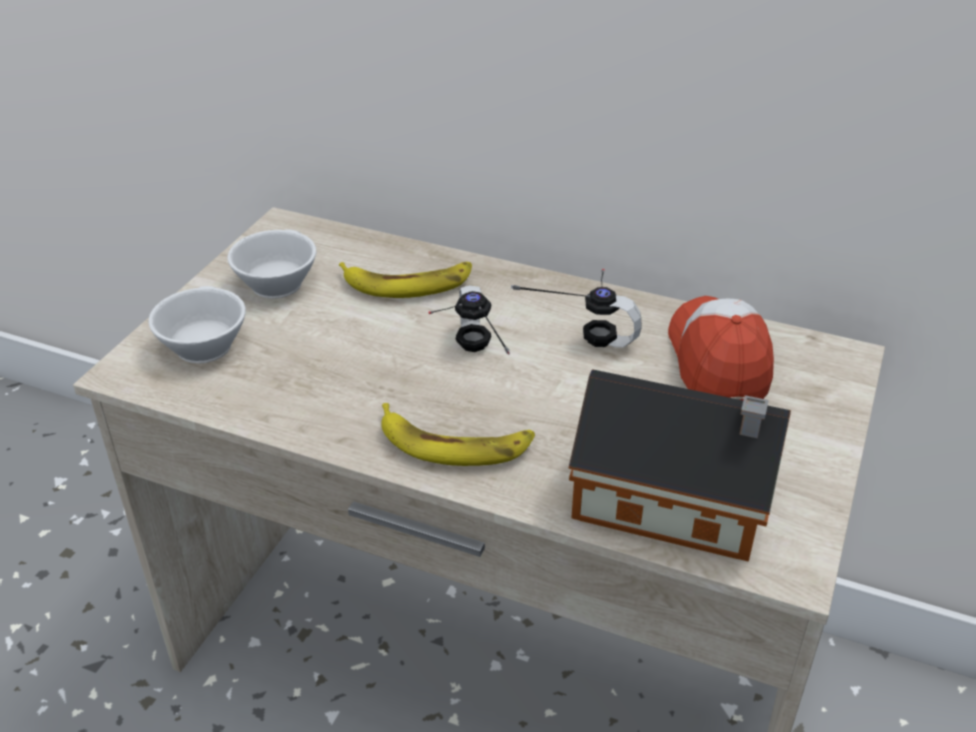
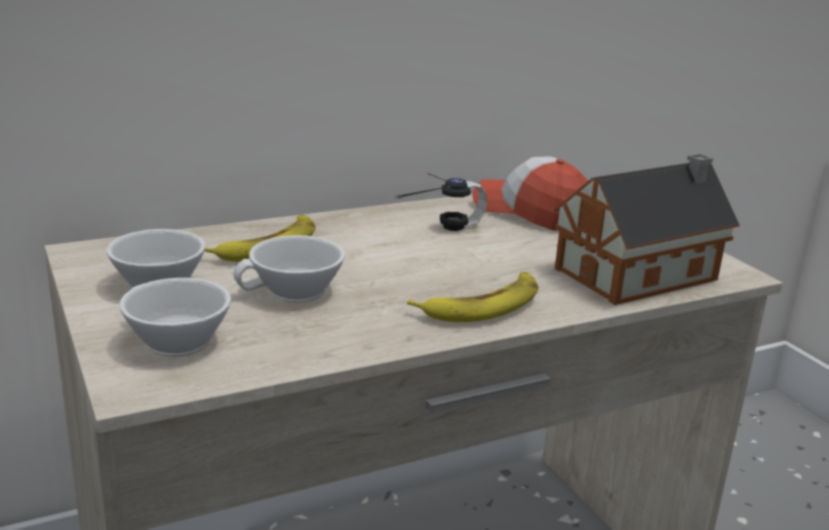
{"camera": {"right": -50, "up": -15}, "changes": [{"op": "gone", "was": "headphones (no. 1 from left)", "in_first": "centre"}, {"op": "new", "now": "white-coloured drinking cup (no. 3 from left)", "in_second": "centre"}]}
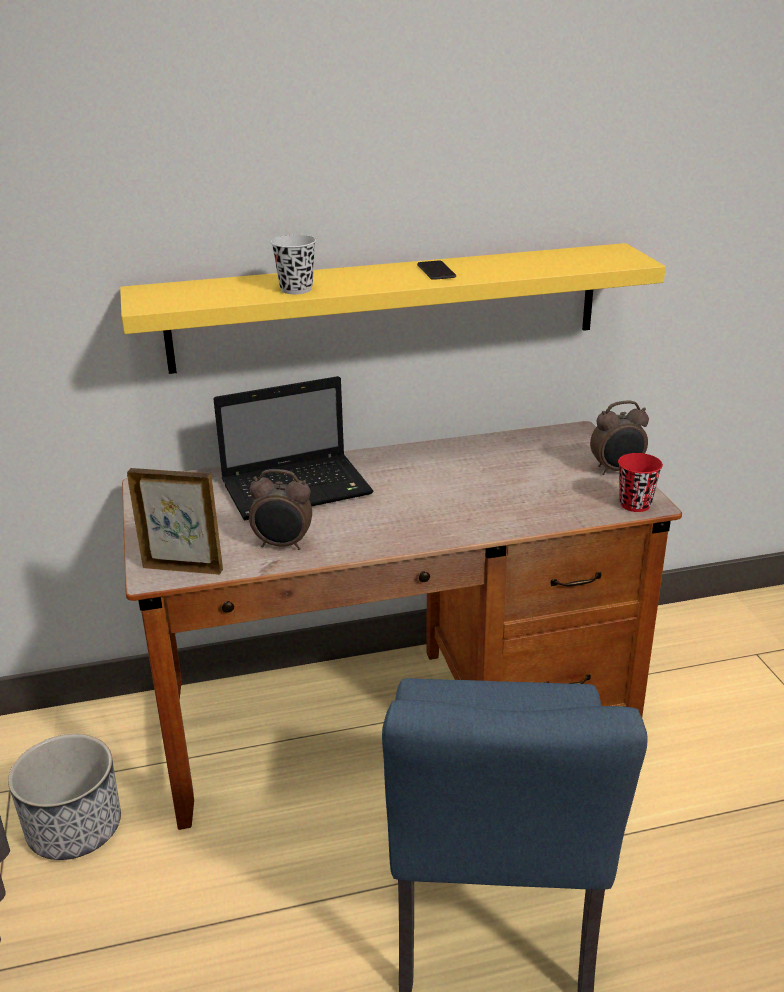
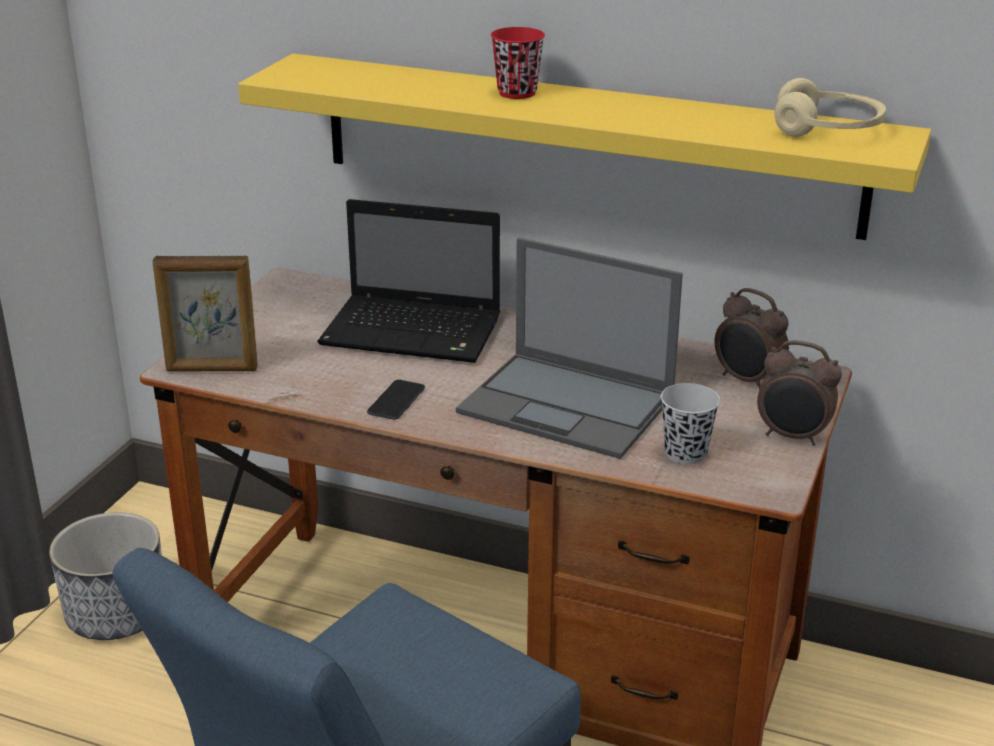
{"camera": {"right": 35, "up": 0}, "changes": [{"op": "new", "now": "portable computer (no. 2 from left)", "in_second": "centre"}, {"op": "new", "now": "beige headphones", "in_second": "top right"}, {"op": "shifted", "was": "alarm clock (no. 1 from left)", "in_first": "centre", "in_second": "middle right"}, {"op": "shifted", "was": "black drinking cup", "in_first": "top centre", "in_second": "middle right"}, {"op": "shifted", "was": "handset", "in_first": "top centre", "in_second": "centre"}, {"op": "shifted", "was": "red drinking cup", "in_first": "middle right", "in_second": "top centre"}, {"op": "rotated", "was": "standing frame", "in_first": "middle left", "in_second": "middle left", "clockwise": 135}]}
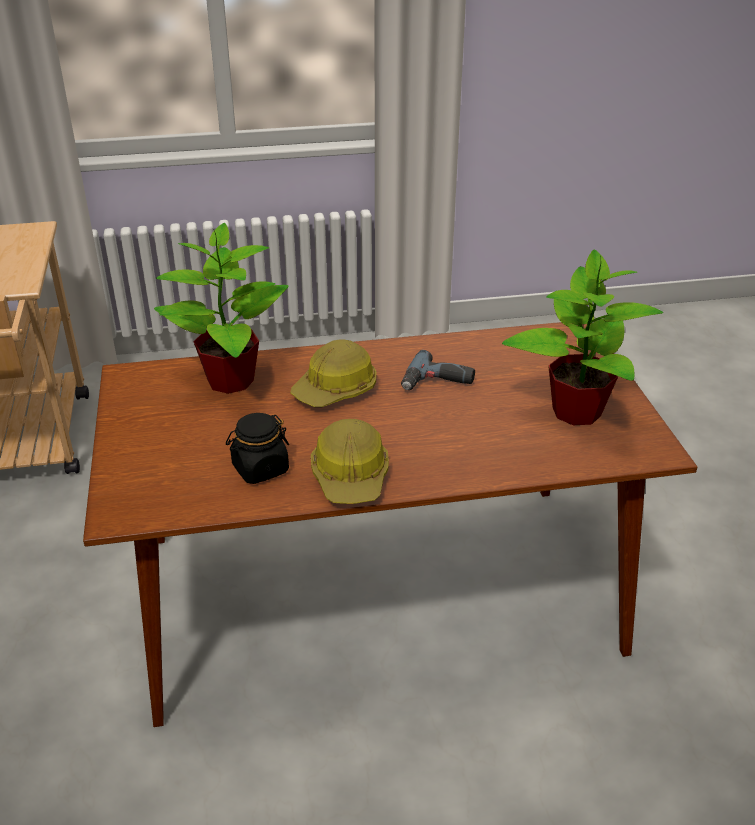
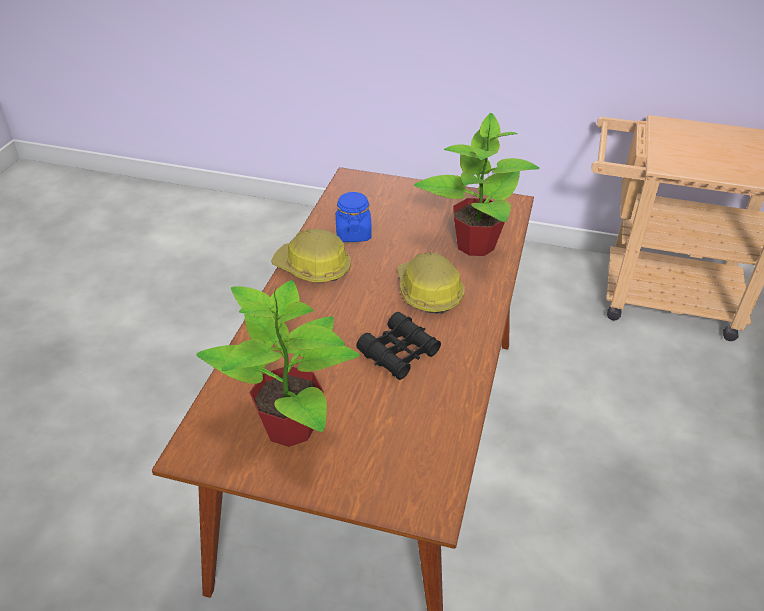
{"camera": {"right": 115, "up": 5}, "changes": [{"op": "swapped", "was": "drill", "now": "black pair of binoculars", "in_first": "centre", "in_second": "centre"}, {"op": "repainted", "was": "black storage jar", "now": "blue storage jar", "in_first": "centre", "in_second": "centre"}]}
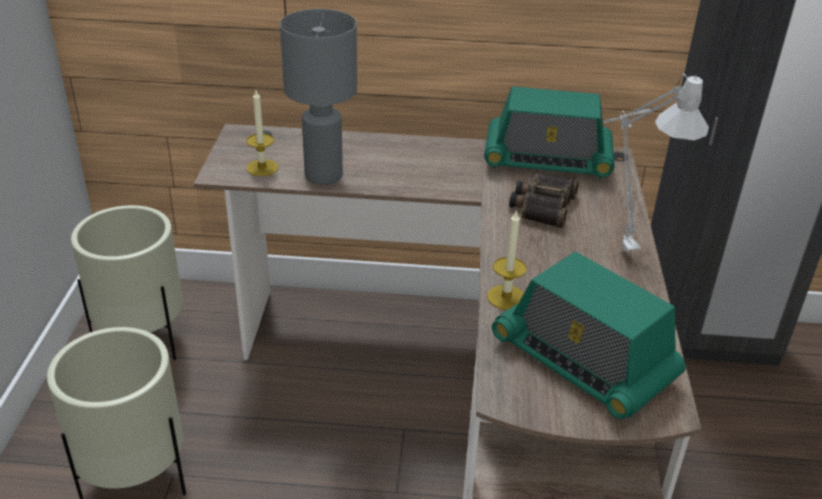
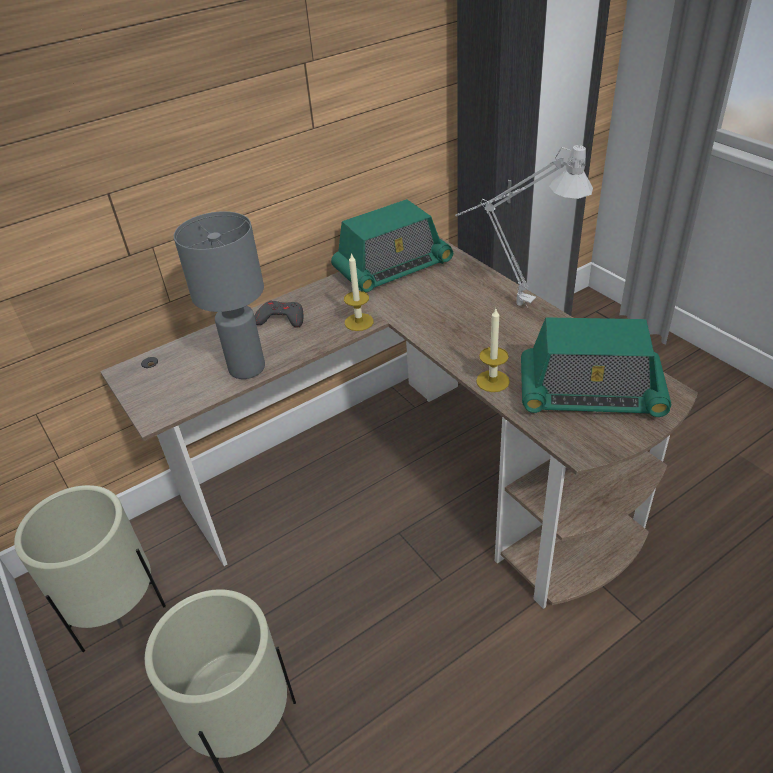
{"camera": {"right": -35, "up": 5}, "changes": [{"op": "gone", "was": "pair of binoculars", "in_first": "centre"}, {"op": "new", "now": "gray joypad", "in_second": "centre"}, {"op": "shifted", "was": "candle (no. 1 from left)", "in_first": "top left", "in_second": "centre"}]}
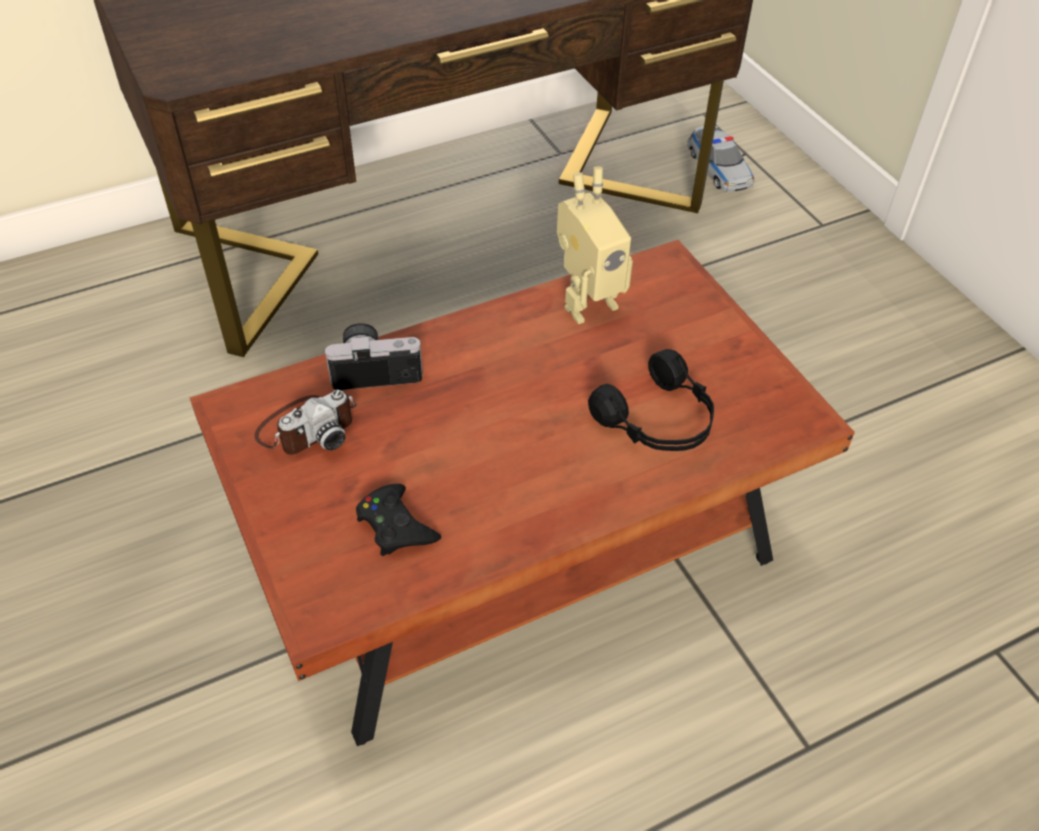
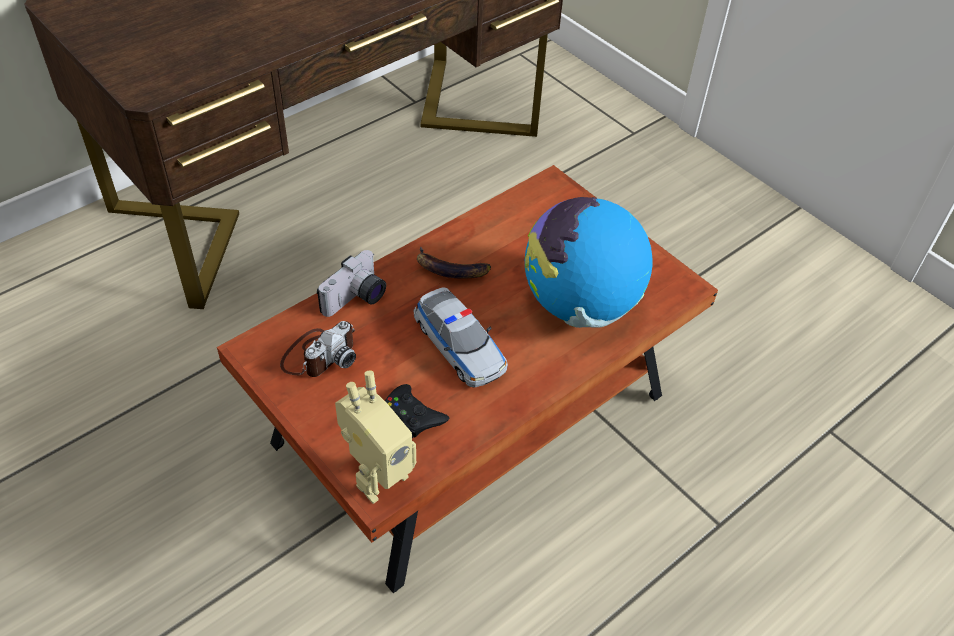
{"camera": {"right": -15, "up": 0}, "changes": [{"op": "new", "now": "whole banana", "in_second": "centre"}, {"op": "shifted", "was": "toy robot", "in_first": "top centre", "in_second": "bottom centre"}, {"op": "shifted", "was": "toy car", "in_first": "top right", "in_second": "centre"}, {"op": "swapped", "was": "black headphones", "now": "desk globe", "in_first": "centre", "in_second": "centre"}, {"op": "rotated", "was": "still camera (no. 2 from left)", "in_first": "centre", "in_second": "centre", "clockwise": 150}]}
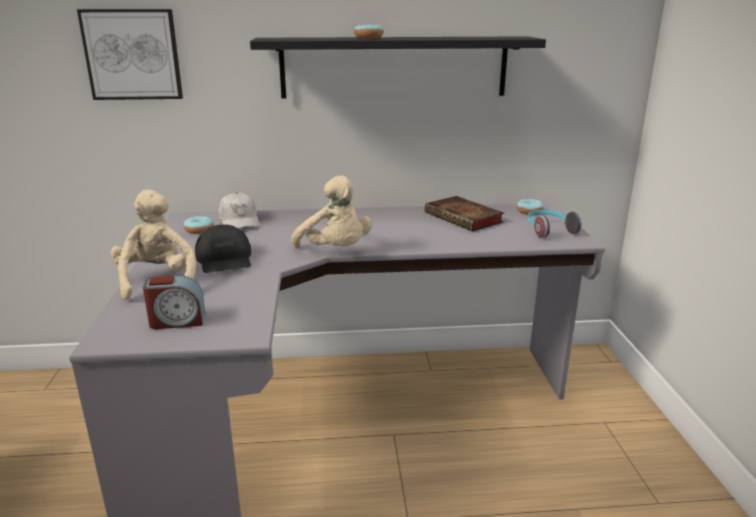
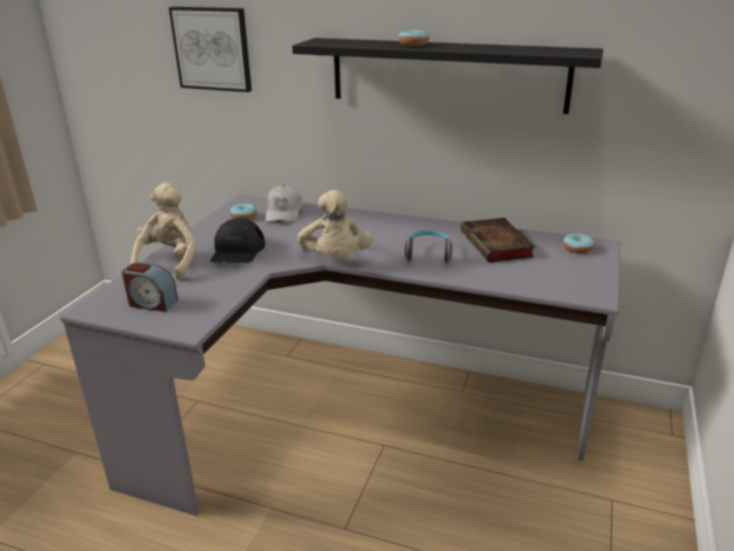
{"camera": {"right": 25, "up": 5}, "changes": [{"op": "shifted", "was": "headphones", "in_first": "middle right", "in_second": "centre"}]}
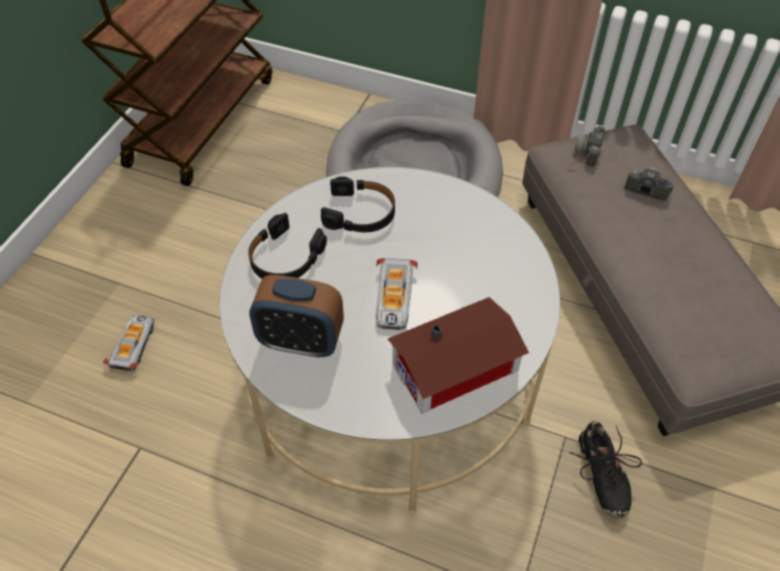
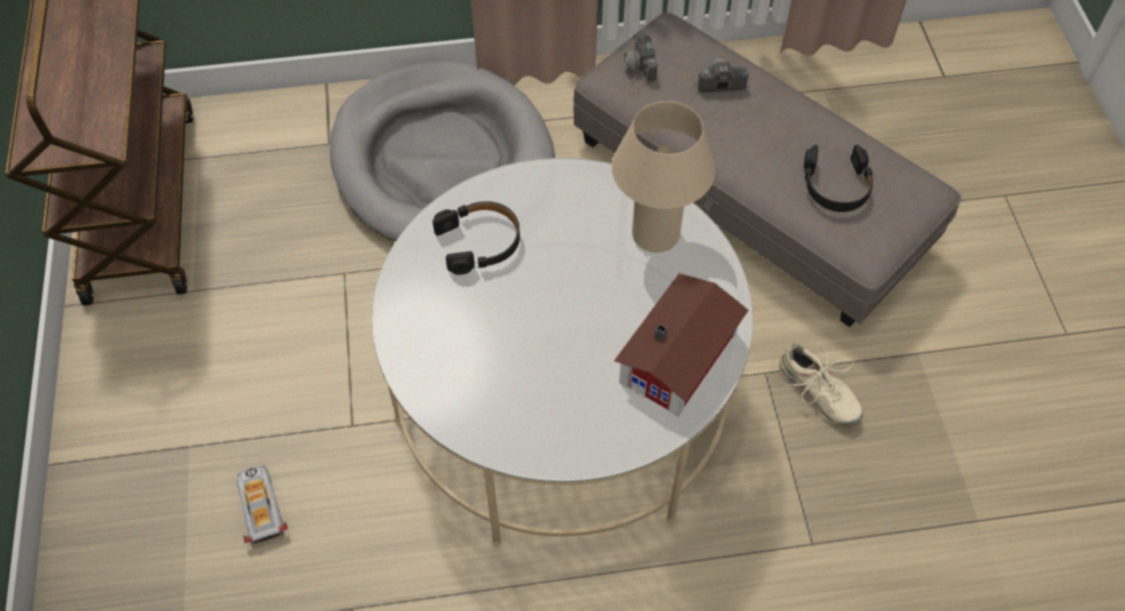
{"camera": {"right": -30, "up": 5}, "changes": [{"op": "gone", "was": "alarm clock", "in_first": "centre"}, {"op": "gone", "was": "toy car (no. 2 from left)", "in_first": "centre"}, {"op": "new", "now": "beige tabletop lamp", "in_second": "top centre"}, {"op": "shifted", "was": "black headphones (no. 1 from left in the first image)", "now": "black headphones (no. 2 from left)", "in_first": "centre", "in_second": "top right"}, {"op": "repainted", "was": "black low shoe", "now": "beige low shoe", "in_first": "bottom right", "in_second": "middle right"}]}
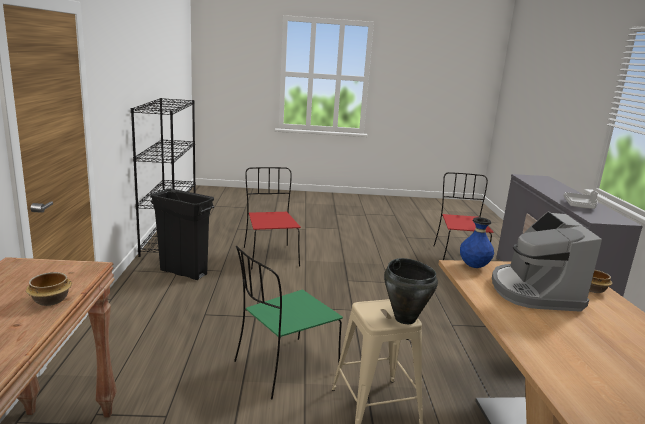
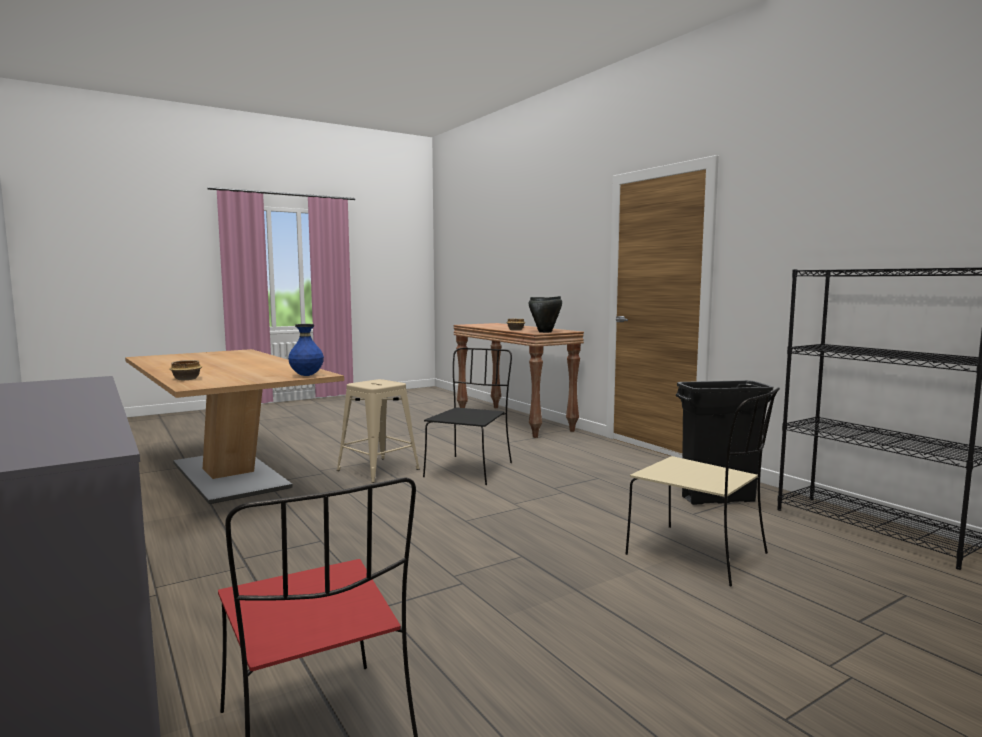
{"camera": {"right": 150, "up": -10}, "changes": [{"op": "gone", "was": "coffee brewer", "in_first": "middle right"}, {"op": "gone", "was": "gray tray", "in_first": "middle right"}, {"op": "shifted", "was": "black stockpot", "in_first": "bottom centre", "in_second": "centre"}, {"op": "repainted", "was": "greenish chair", "now": "black chair", "in_first": "bottom centre", "in_second": "centre"}, {"op": "repainted", "was": "red chair (no. 1 from left)", "now": "beige chair", "in_first": "centre", "in_second": "middle right"}]}
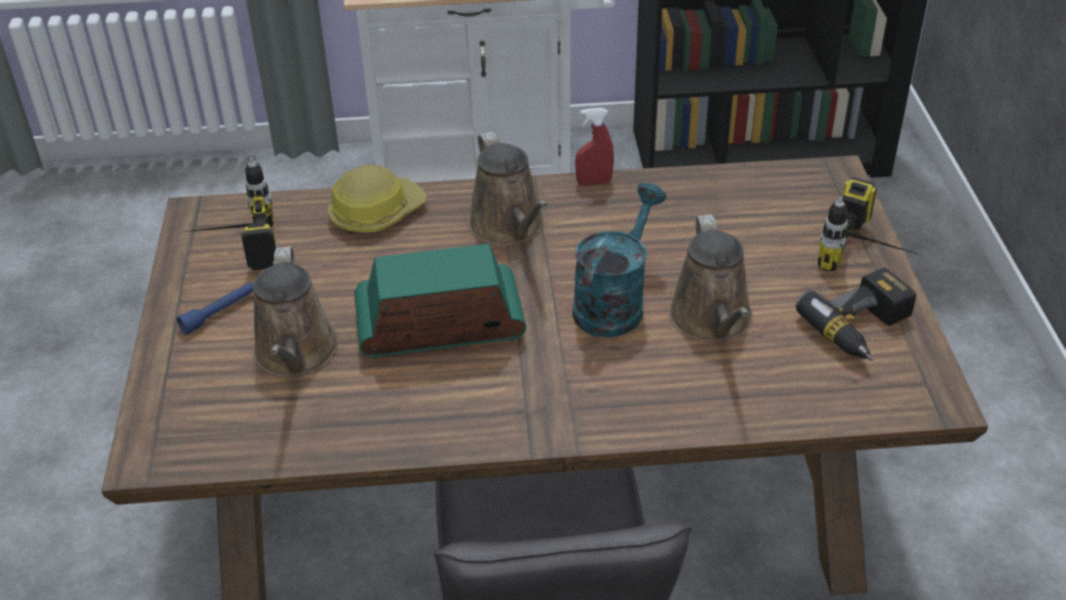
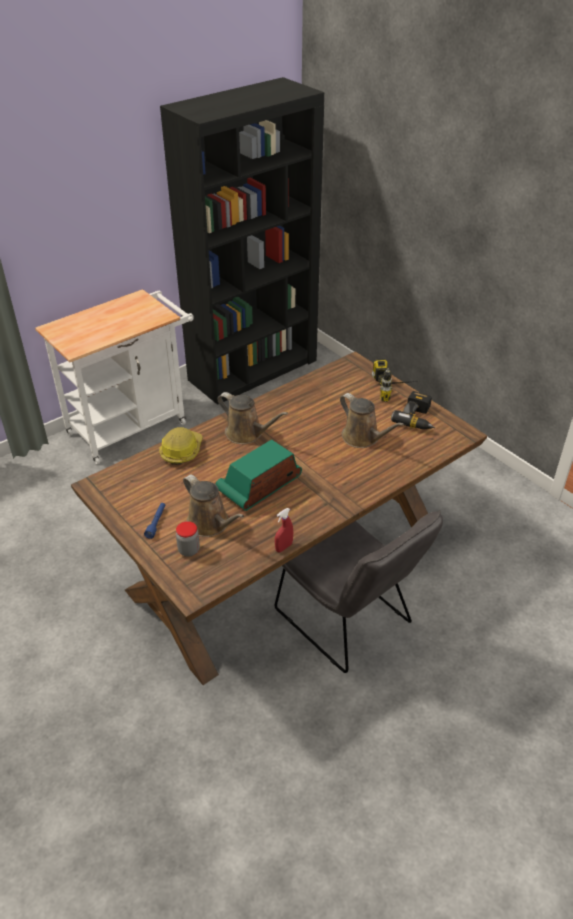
{"camera": {"right": -35, "up": 0}, "changes": [{"op": "gone", "was": "drill (no. 1 from left)", "in_first": "middle left"}, {"op": "gone", "was": "turquoise-coloured sprinkling can", "in_first": "centre"}, {"op": "new", "now": "storage jar", "in_second": "middle left"}, {"op": "shifted", "was": "red spray bottle", "in_first": "top centre", "in_second": "centre"}]}
